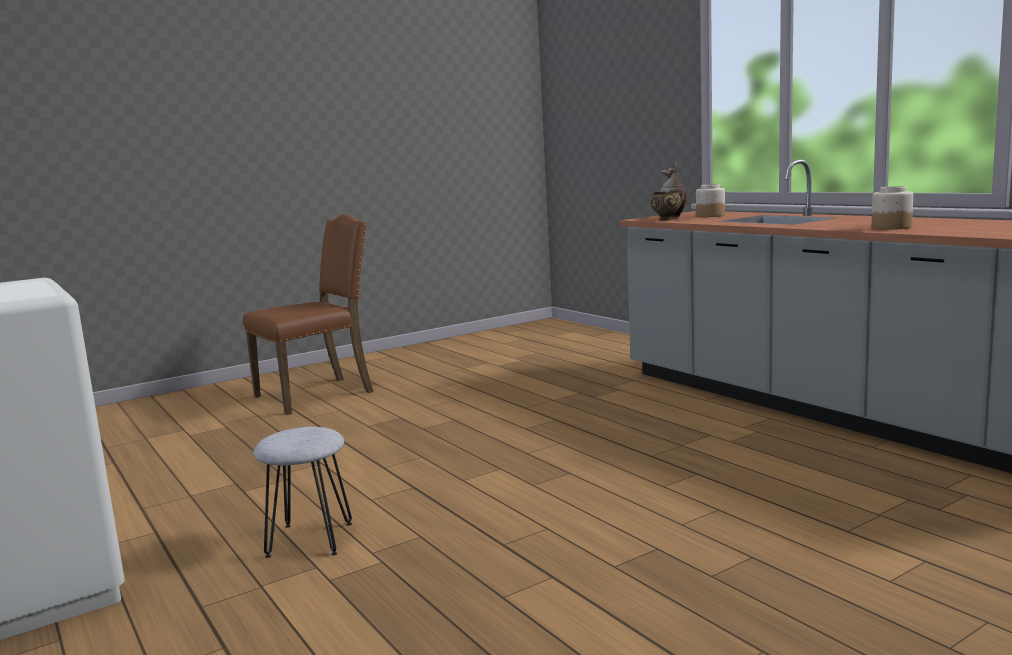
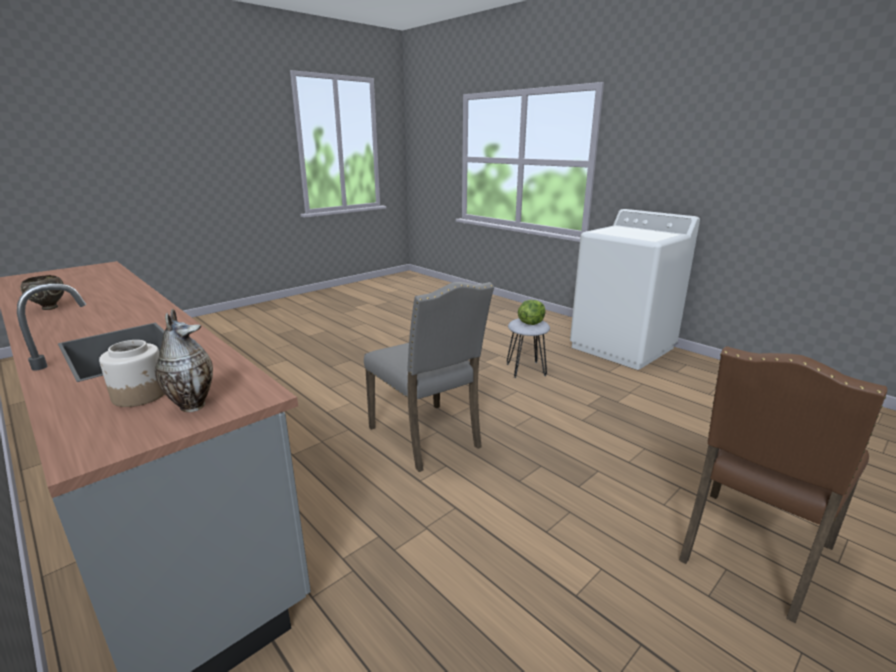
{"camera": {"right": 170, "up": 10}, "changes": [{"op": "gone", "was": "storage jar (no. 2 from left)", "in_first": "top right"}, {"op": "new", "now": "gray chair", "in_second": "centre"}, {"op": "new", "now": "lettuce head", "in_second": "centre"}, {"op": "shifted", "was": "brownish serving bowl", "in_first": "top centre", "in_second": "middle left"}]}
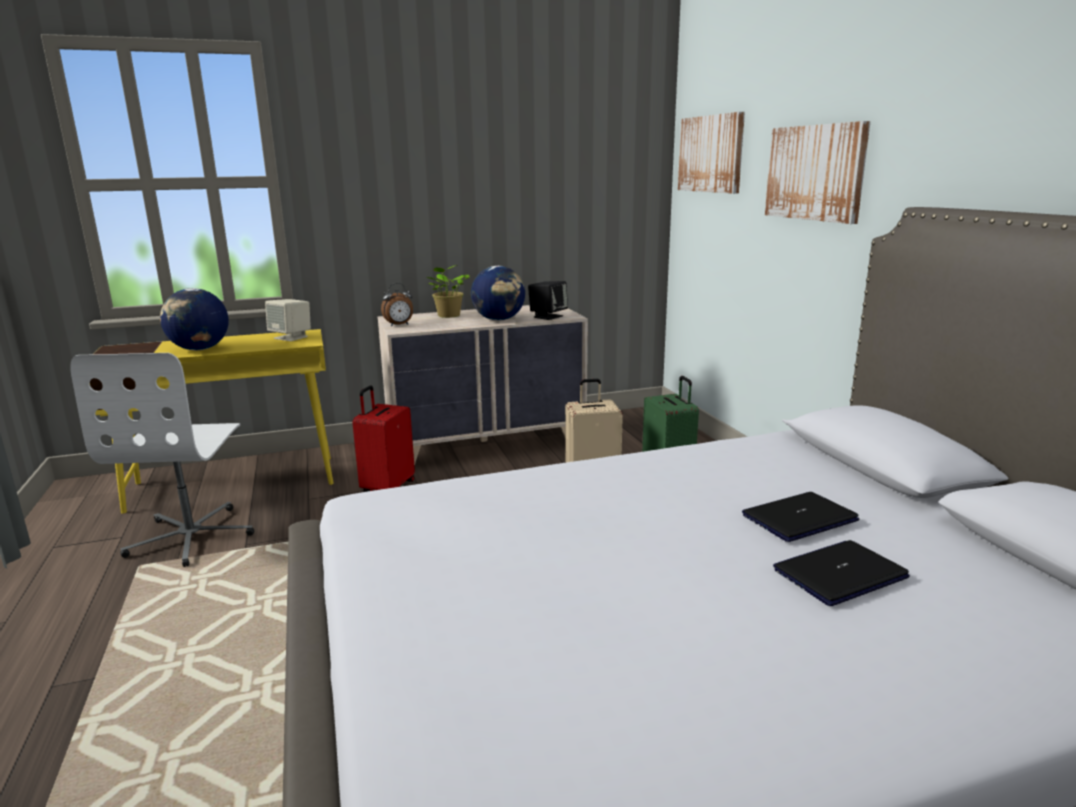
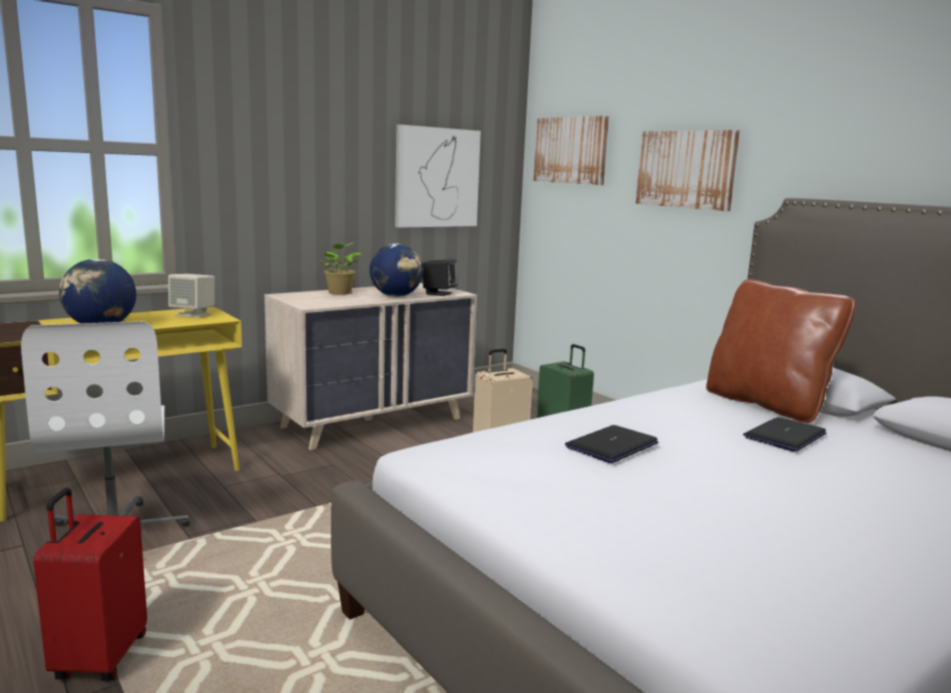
{"camera": {"right": -20, "up": -5}, "changes": [{"op": "gone", "was": "alarm clock", "in_first": "centre"}, {"op": "new", "now": "picture (no. 1 from left)", "in_second": "top centre"}, {"op": "new", "now": "brownish pillow", "in_second": "middle right"}, {"op": "shifted", "was": "red travel case", "in_first": "centre", "in_second": "bottom left"}, {"op": "shifted", "was": "portable computer (no. 2 from left in the first image)", "now": "portable computer (no. 1 from left)", "in_first": "bottom right", "in_second": "centre"}]}
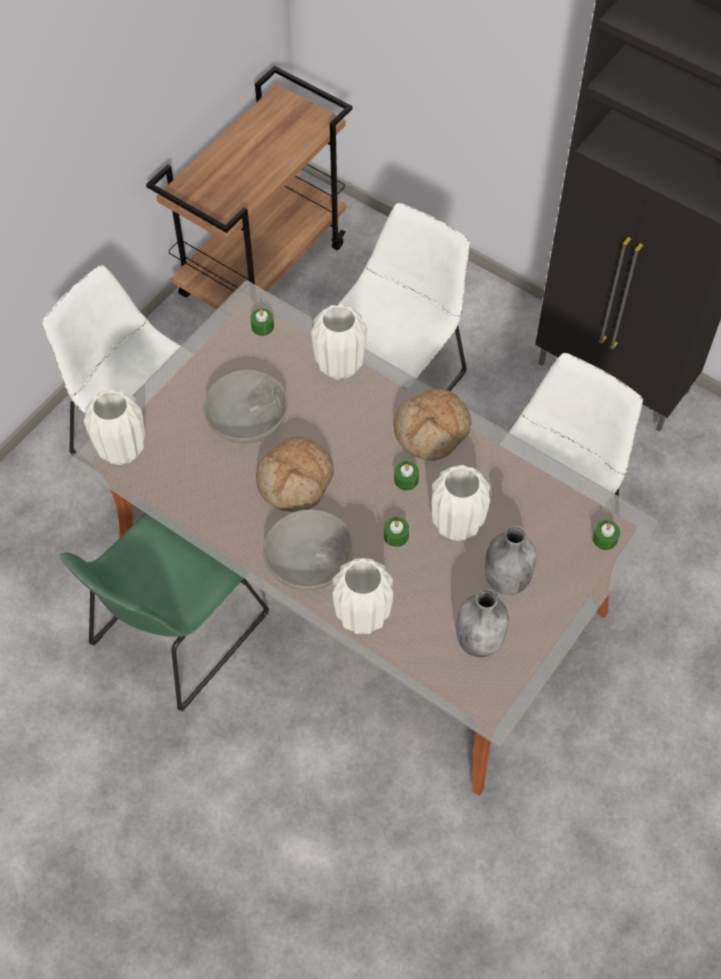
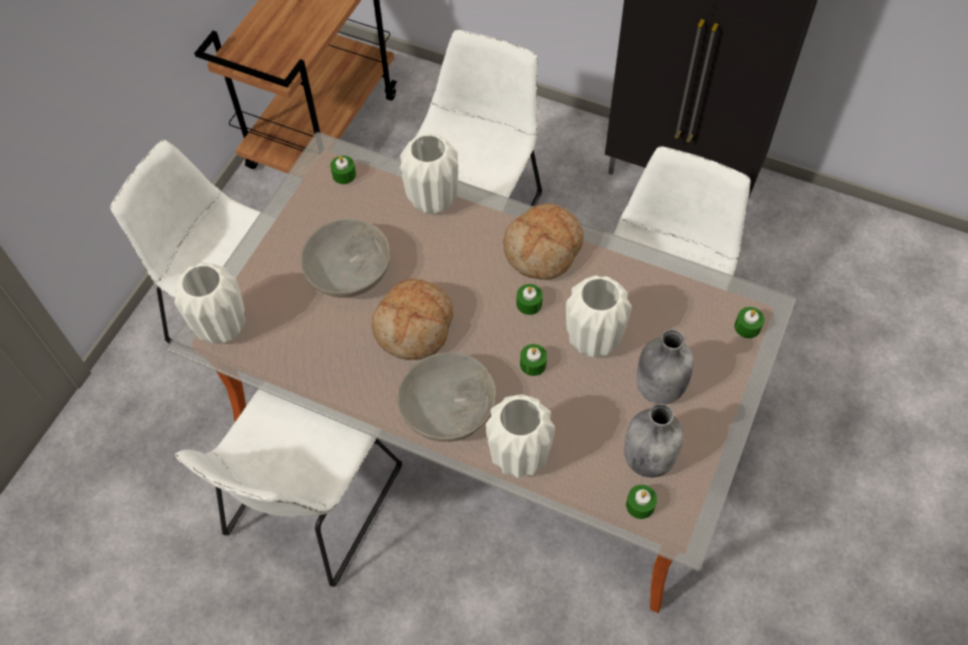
{"camera": {"right": -10, "up": 0}, "changes": [{"op": "new", "now": "greenish candle (no. 4 from left)", "in_second": "bottom centre"}, {"op": "repainted", "was": "greenish chair", "now": "white-coloured chair (no. 2 from left)", "in_first": "middle left", "in_second": "bottom left"}]}
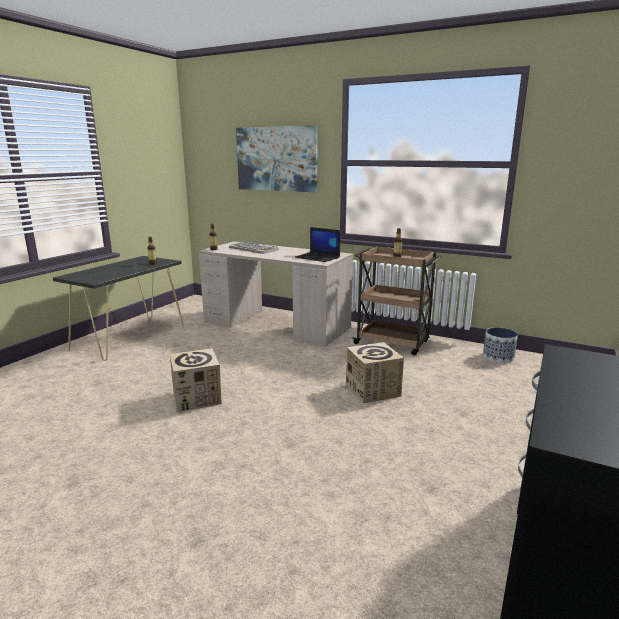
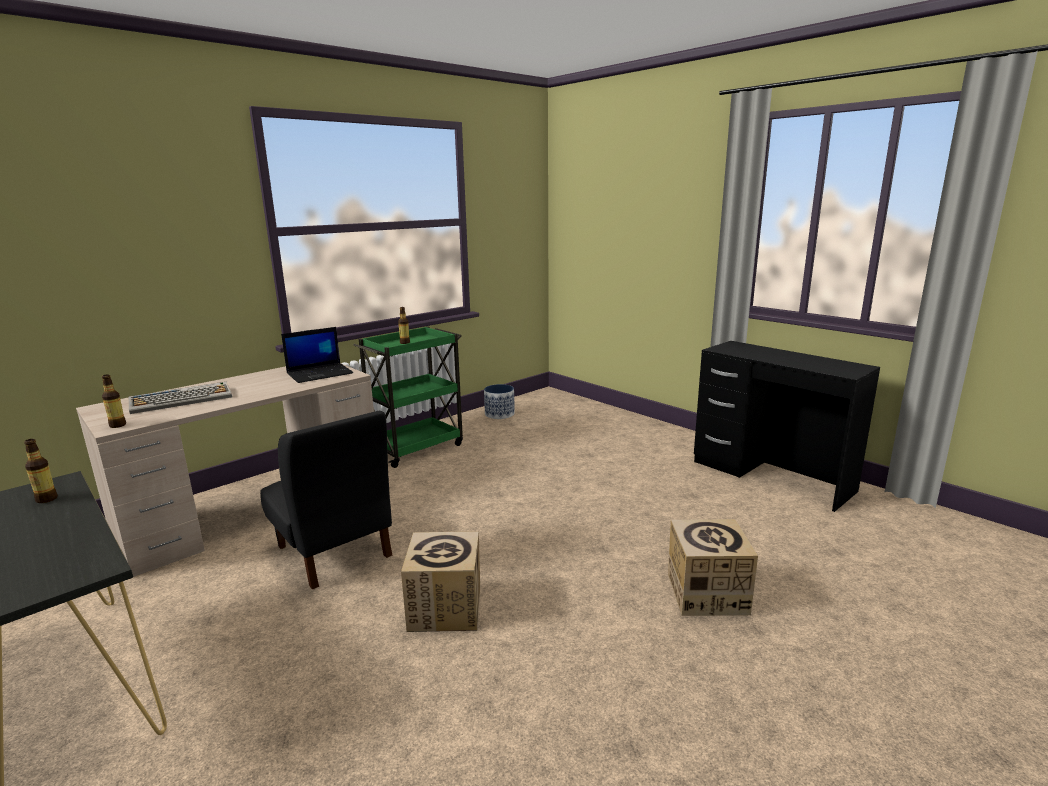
{"camera": {"right": -70, "up": 0}, "changes": [{"op": "gone", "was": "picture", "in_first": "top centre"}, {"op": "new", "now": "black chair", "in_second": "middle left"}, {"op": "shifted", "was": "packing box (no. 2 from left)", "in_first": "centre", "in_second": "bottom right"}, {"op": "repainted", "was": "brownish cart", "now": "greenish cart", "in_first": "centre", "in_second": "centre"}]}
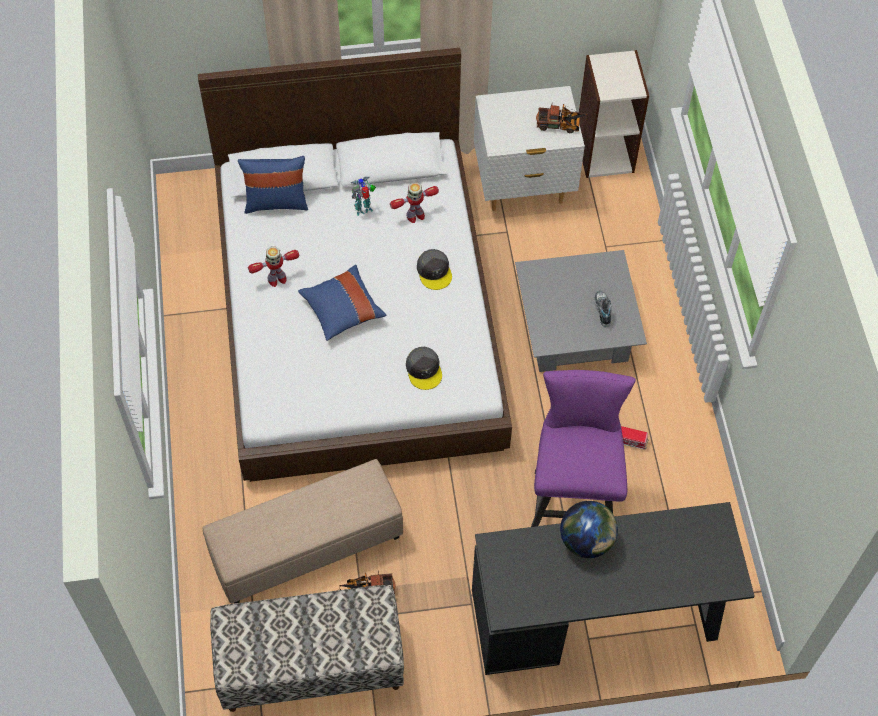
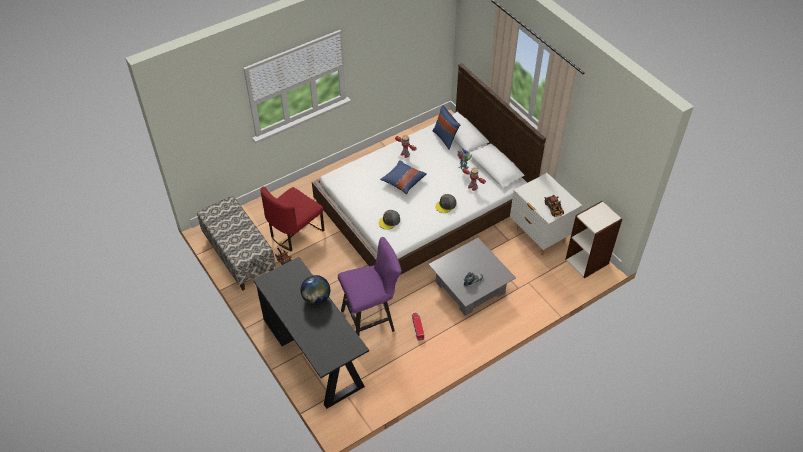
{"camera": {"right": 65, "up": -10}, "changes": [{"op": "swapped", "was": "beige ottoman", "now": "red chair", "in_first": "bottom centre", "in_second": "centre"}]}
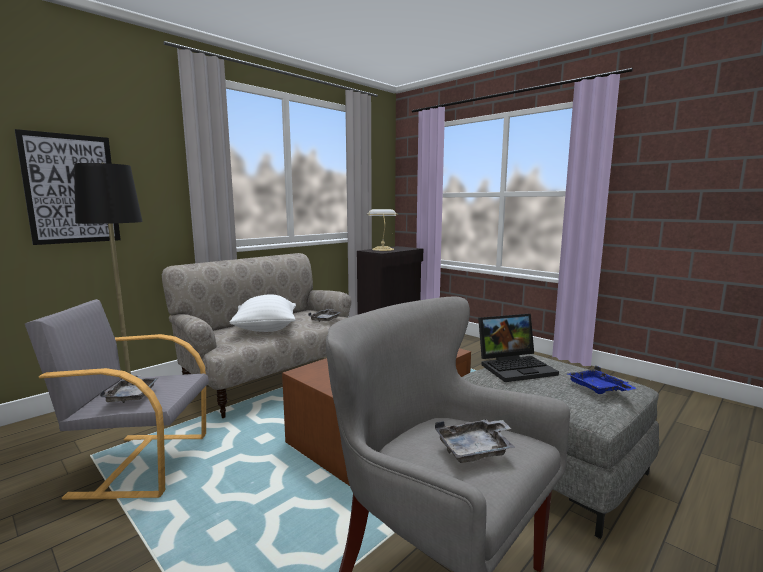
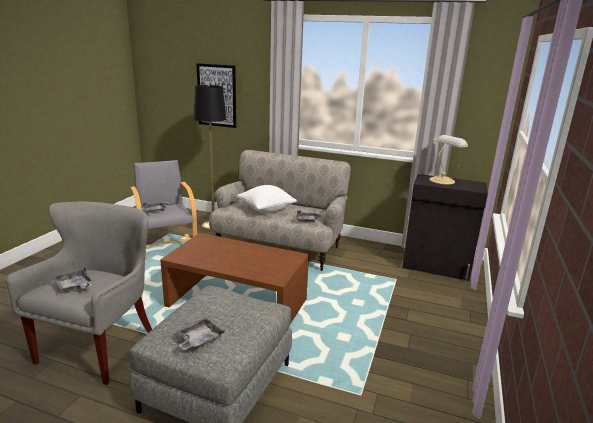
{"camera": {"right": 65, "up": 10}, "changes": [{"op": "gone", "was": "portable computer", "in_first": "middle right"}, {"op": "repainted", "was": "blue tray", "now": "gray tray (no. 3 from left)", "in_first": "middle right", "in_second": "bottom centre"}]}
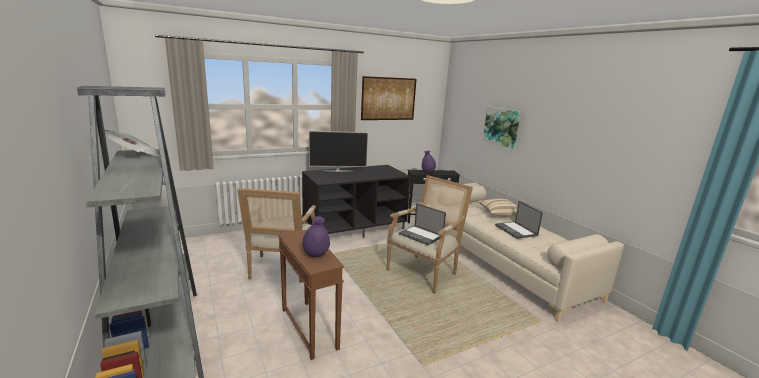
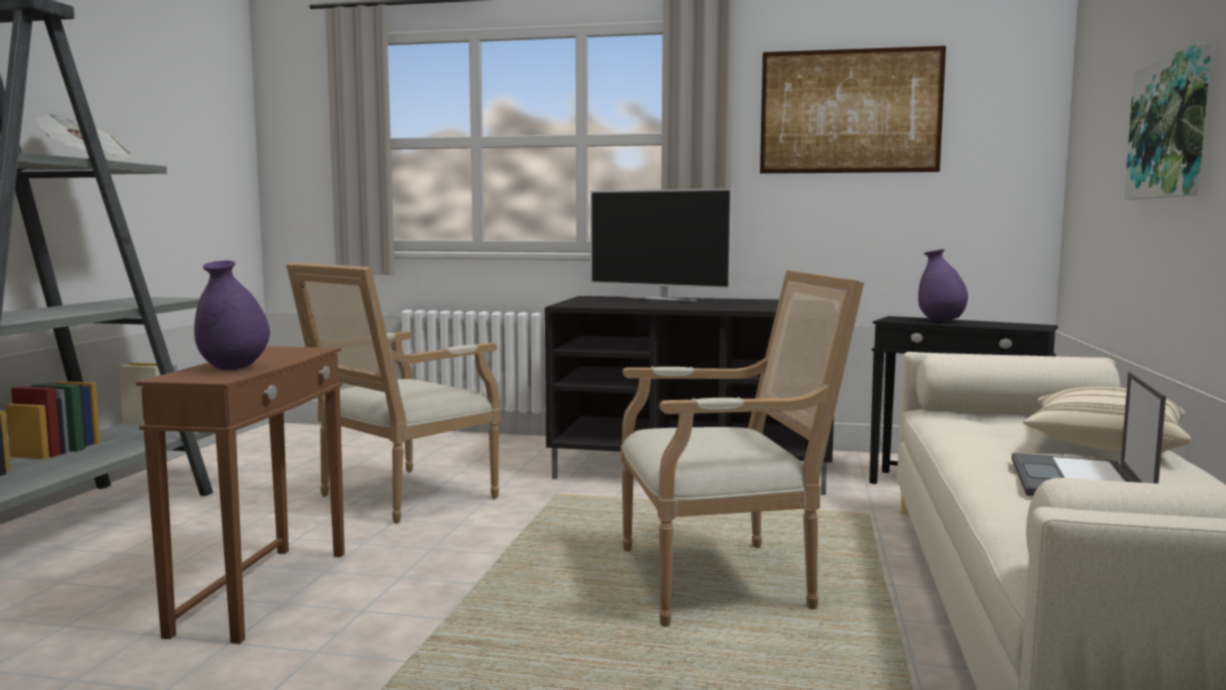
{"camera": {"right": 40, "up": -10}, "changes": [{"op": "gone", "was": "portable computer (no. 1 from left)", "in_first": "centre"}]}
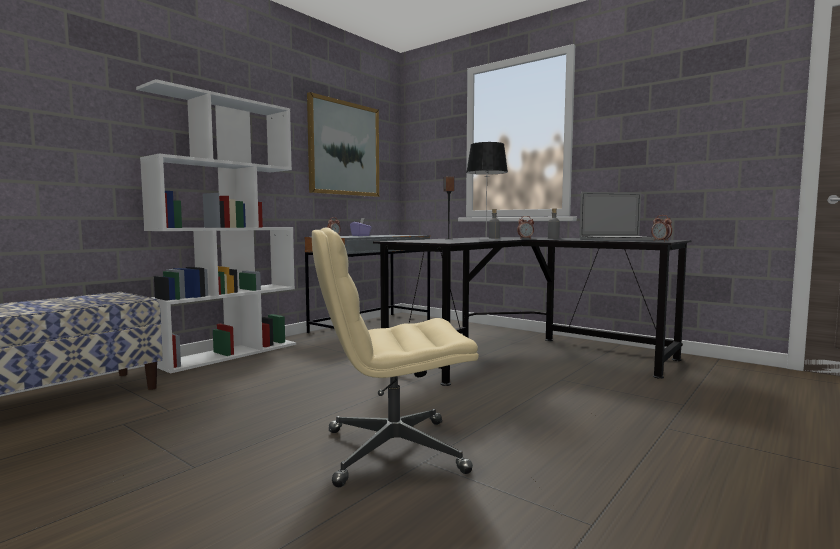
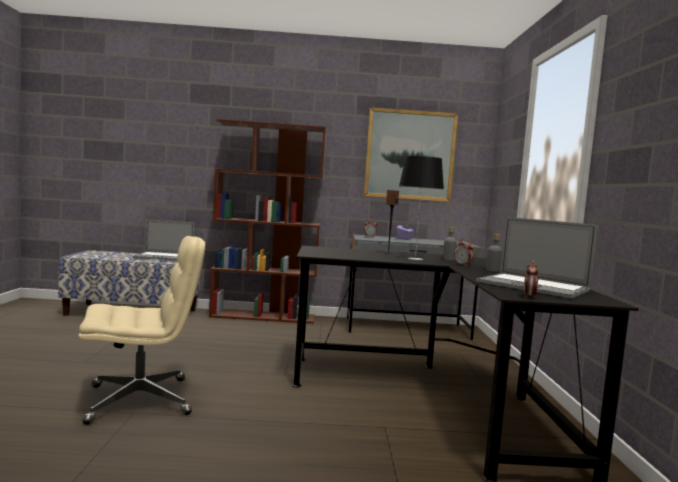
{"camera": {"right": 50, "up": 0}, "changes": [{"op": "new", "now": "portable computer (no. 1 from left)", "in_second": "middle left"}, {"op": "repainted", "was": "white-coloured bookshelf", "now": "brownish bookshelf", "in_first": "middle left", "in_second": "centre"}, {"op": "rotated", "was": "beige computer chair", "in_first": "centre", "in_second": "bottom left", "clockwise": 120}]}
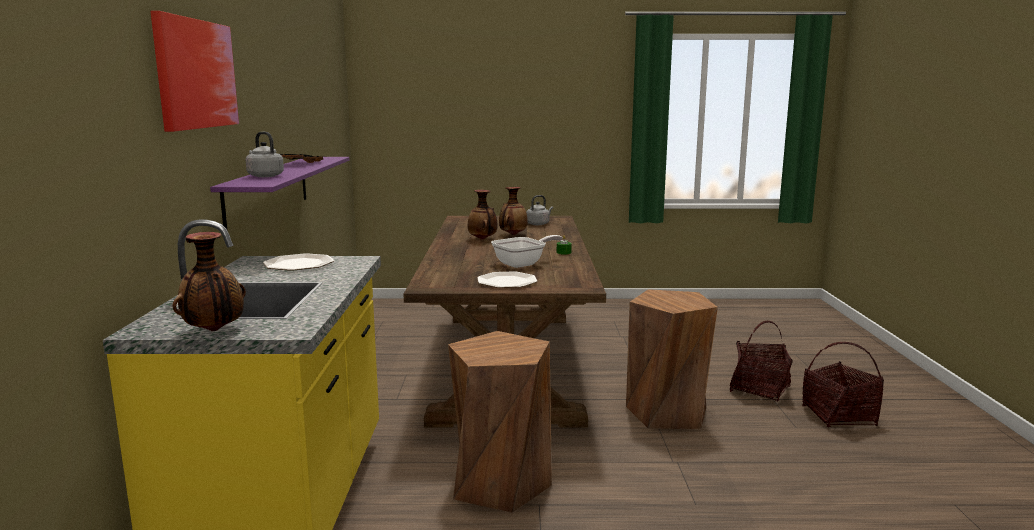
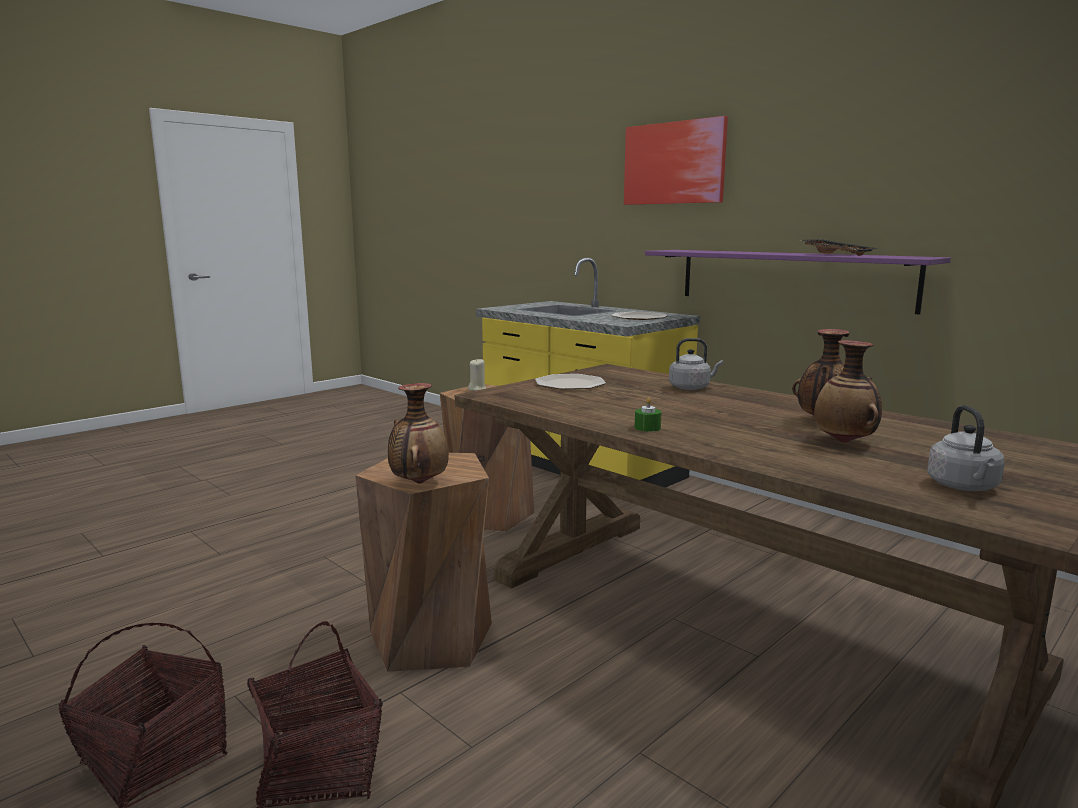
{"camera": {"right": 135, "up": 0}, "changes": [{"op": "gone", "was": "skillet", "in_first": "centre"}, {"op": "new", "now": "beige candle", "in_second": "centre"}, {"op": "shifted", "was": "decorative vase (no. 1 from left)", "in_first": "middle left", "in_second": "centre"}, {"op": "shifted", "was": "gray water kettle (no. 1 from left)", "in_first": "top left", "in_second": "centre"}]}
